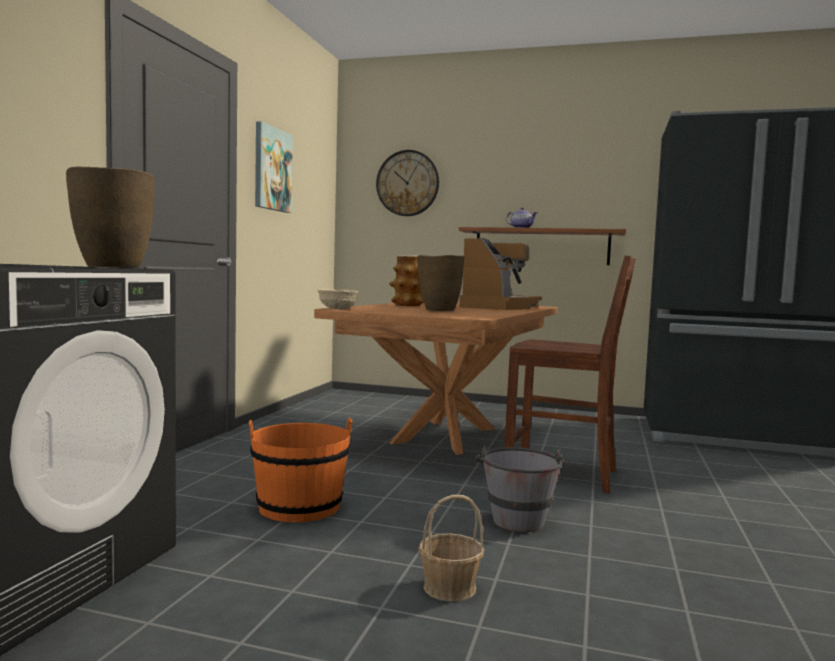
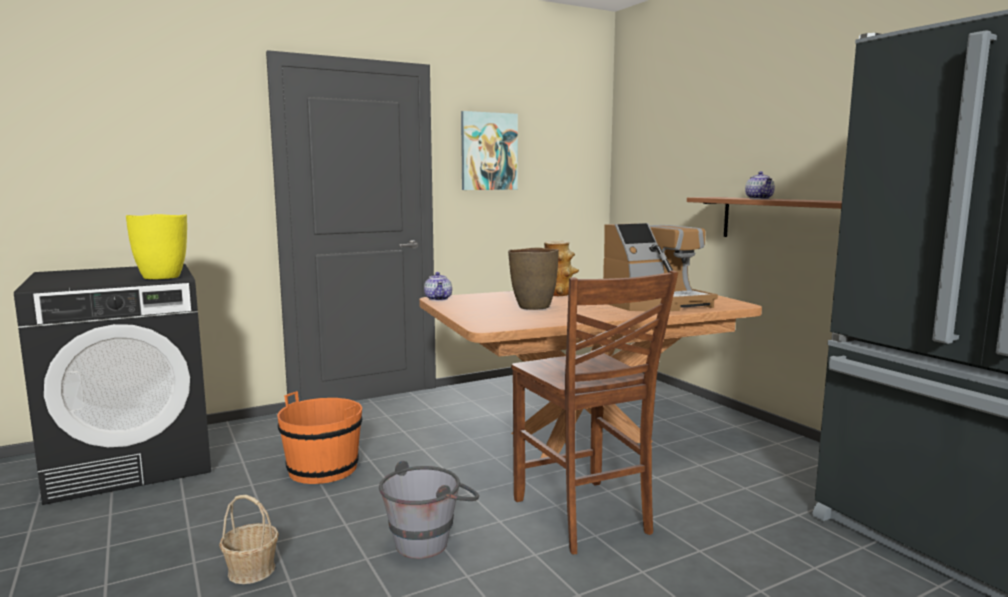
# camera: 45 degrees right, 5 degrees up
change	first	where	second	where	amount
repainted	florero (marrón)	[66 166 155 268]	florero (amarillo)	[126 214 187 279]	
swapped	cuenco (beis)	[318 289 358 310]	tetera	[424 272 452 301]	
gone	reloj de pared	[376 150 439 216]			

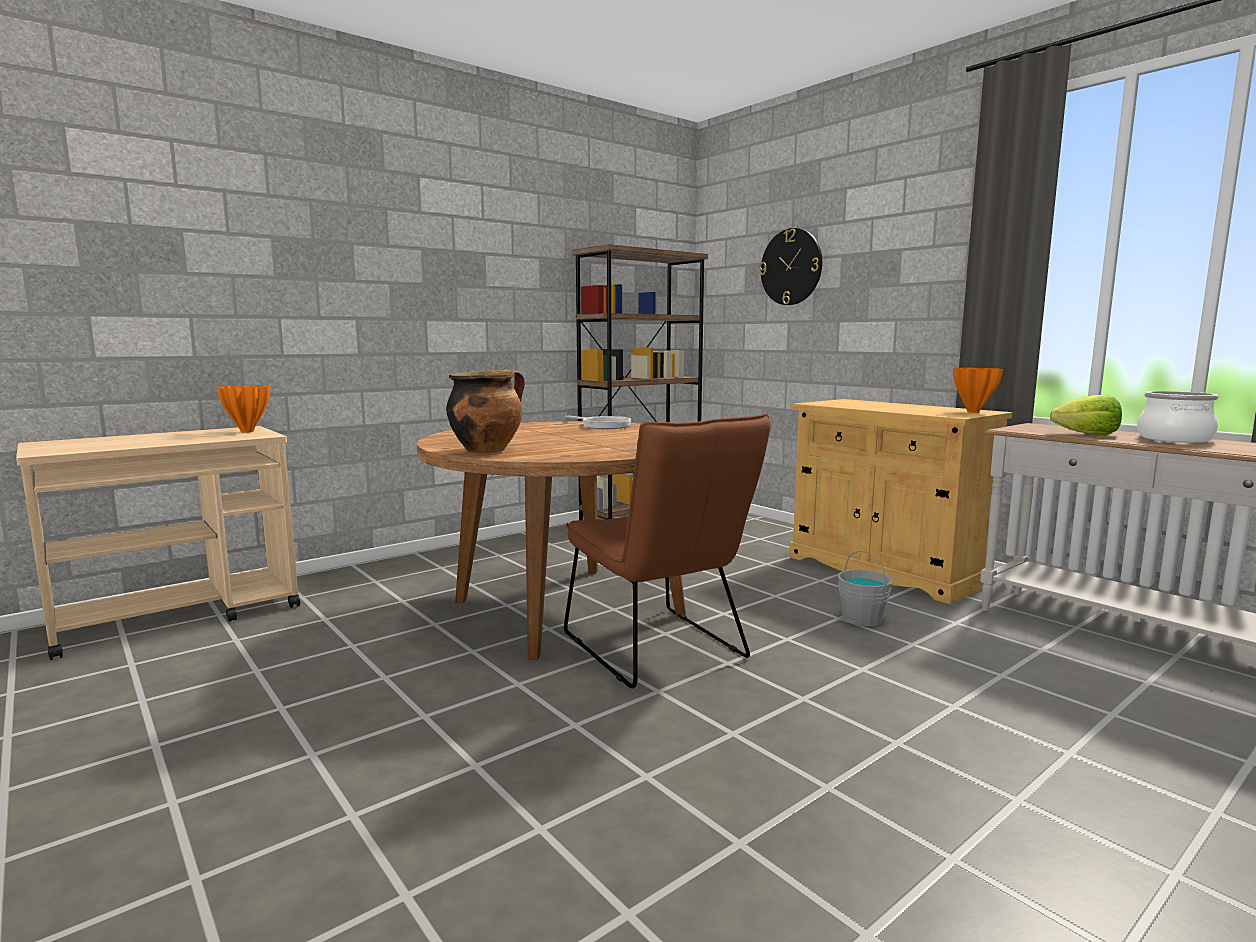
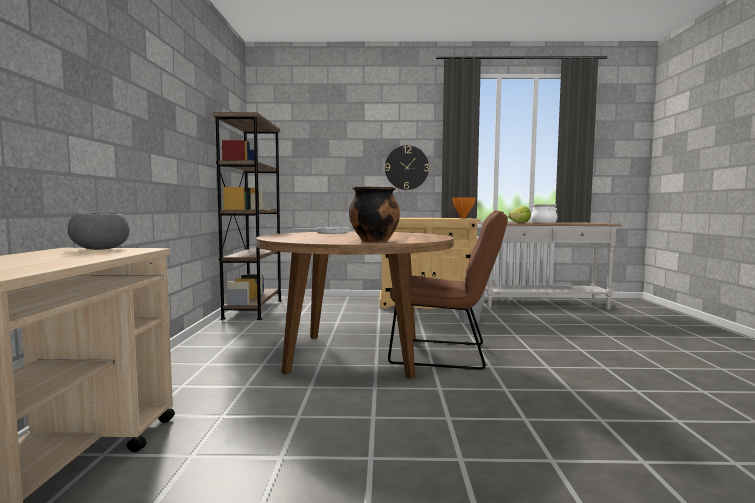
# camera: 50 degrees left, 5 degrees down
change	first	where	second	where	amount
swapped	florero (naranja)	[216 385 270 433]	cuenco (gris)	[68 213 129 250]	
shifted	reloj de pared	[759 228 822 305]		[385 145 429 190]	

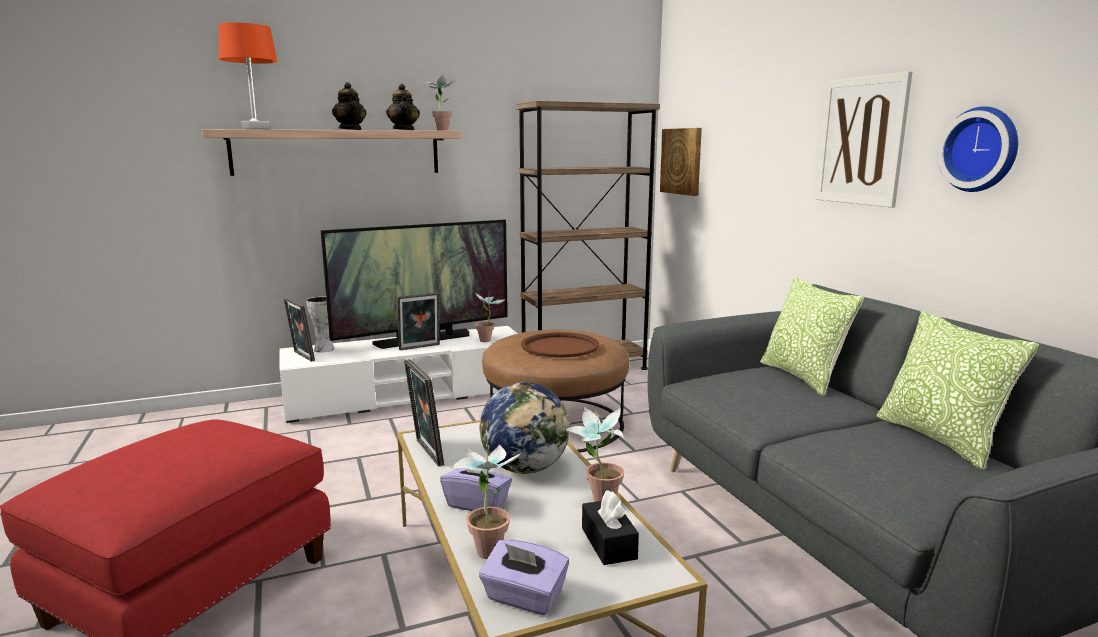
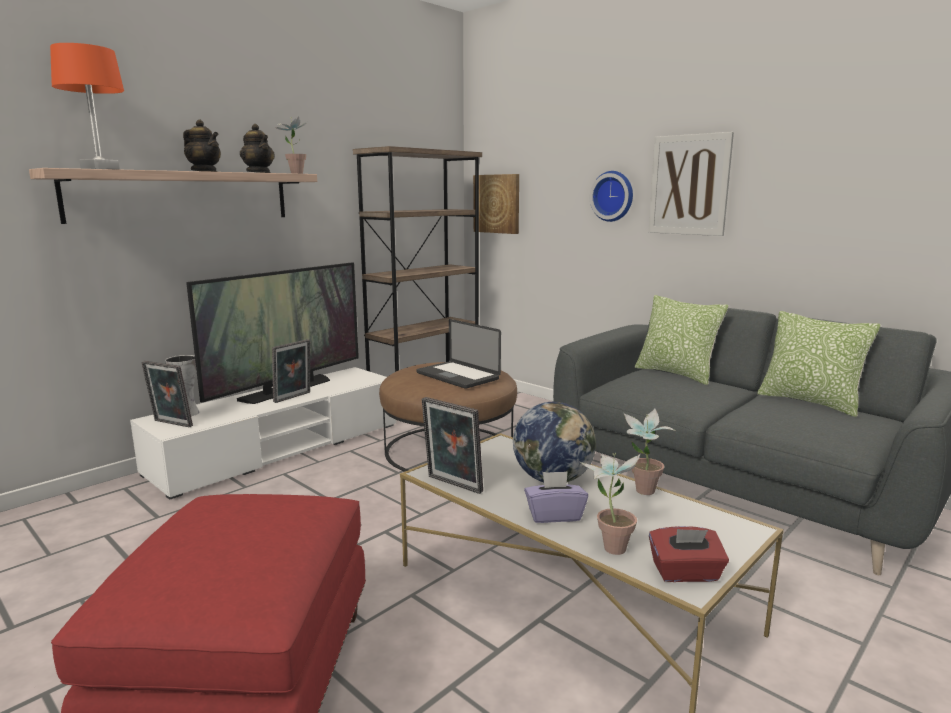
# camera: 25 degrees left, 0 degrees up
change	first	where	second	where	amount
gone	planta en maceta	[475 293 506 342]			
repainted	caja de pañuelos (morado)	[479 539 569 615]	caja de pañuelos (rojo)	[649 526 729 582]	
swapped	bandeja (marrón)	[521 332 599 358]	portátil	[416 319 501 389]	
gone	caja de pañuelos (negro)	[582 490 639 565]			
shifted	reloj de pared	[937 106 1018 192]		[590 171 633 222]	

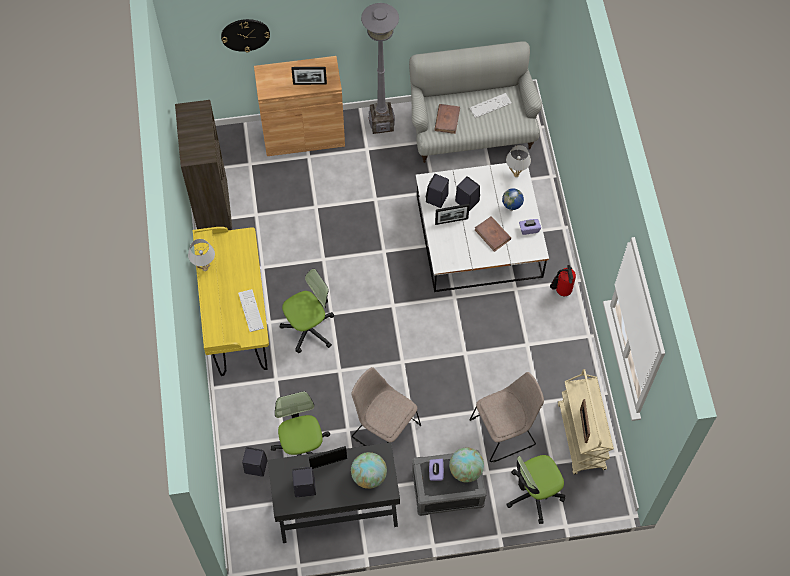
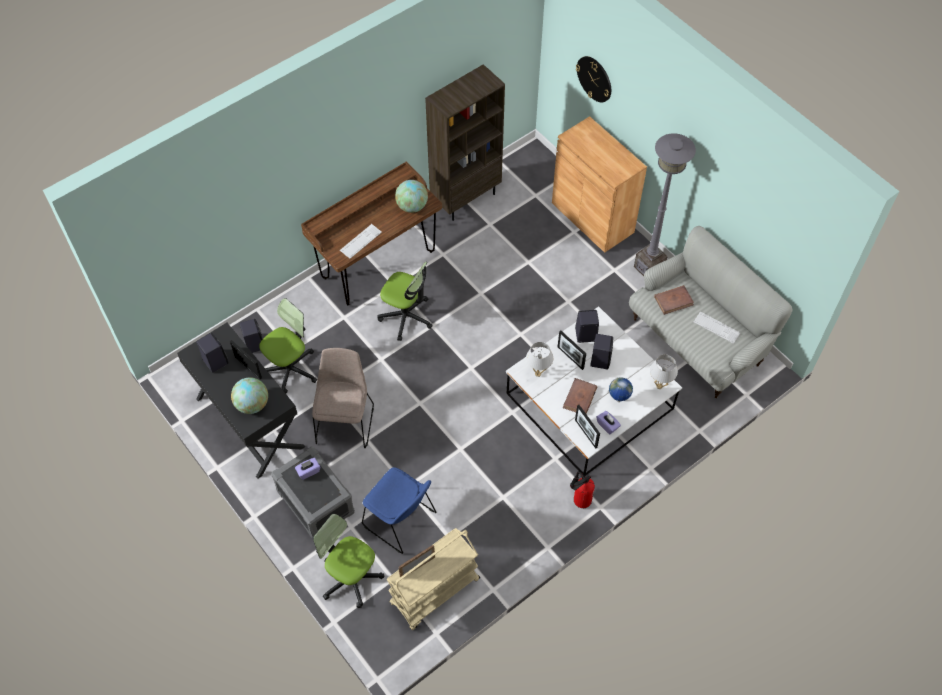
# camera: 60 degrees right, 5 degrees down
change	first	where	second	where	amount
shifted	lámpara de mesa (blanco)	[188 239 215 271]		[526 342 553 377]	
repainted	escritorio (amarillo)	[193 227 269 376]	escritorio (marrón)	[301 161 442 305]	
shifted	portarretratos	[291 67 327 85]		[575 405 600 449]	
shifted	globo terráqueo	[449 448 484 482]		[395 180 428 213]	
repainted	silla (beis)	[469 372 544 462]	silla (azul)	[362 467 436 554]	

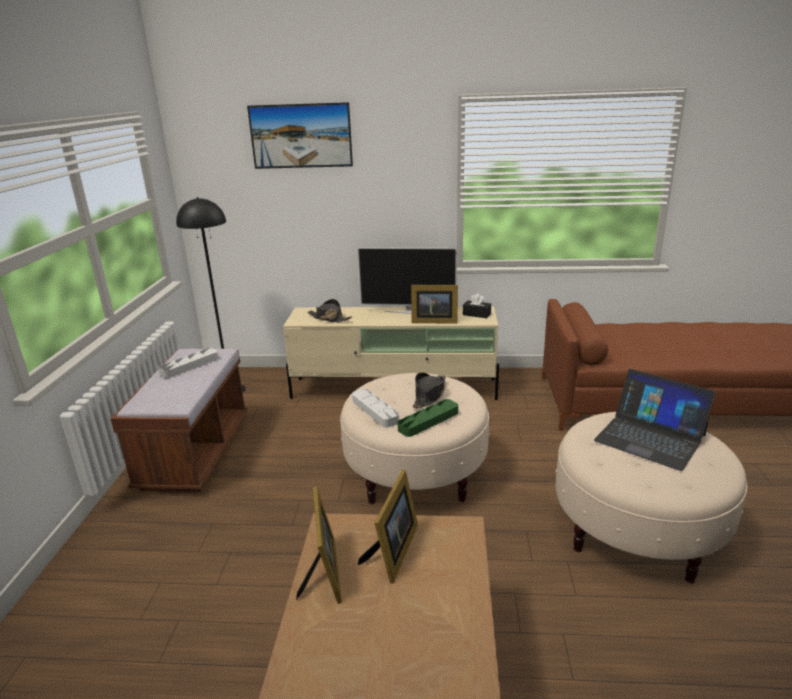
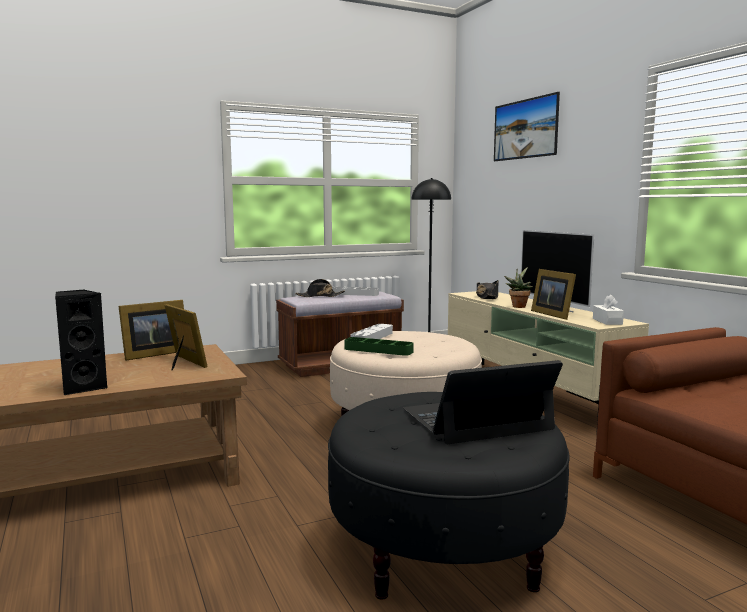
# camera: 60 degrees right, 15 degrees down
change	first	where	second	where	amount
rotated	portarretratos	[358 469 418 583]		[165 304 208 370]	120 degrees counterclockwise
shifted	sombrero (negro)	[412 372 446 408]		[295 279 345 297]	
repainted	caja de pañuelos (negro)	[463 293 491 318]	caja de pañuelos (blanco)	[593 294 624 325]	
repainted	puf (beis)	[556 412 747 583]	puf (negro)	[328 392 570 600]	
rotated	portátil	[594 369 716 471]		[403 360 563 444]	60 degrees clockwise
new			altavoz (negro)	[55 289 107 396]	
new			planta en maceta	[504 267 533 308]	

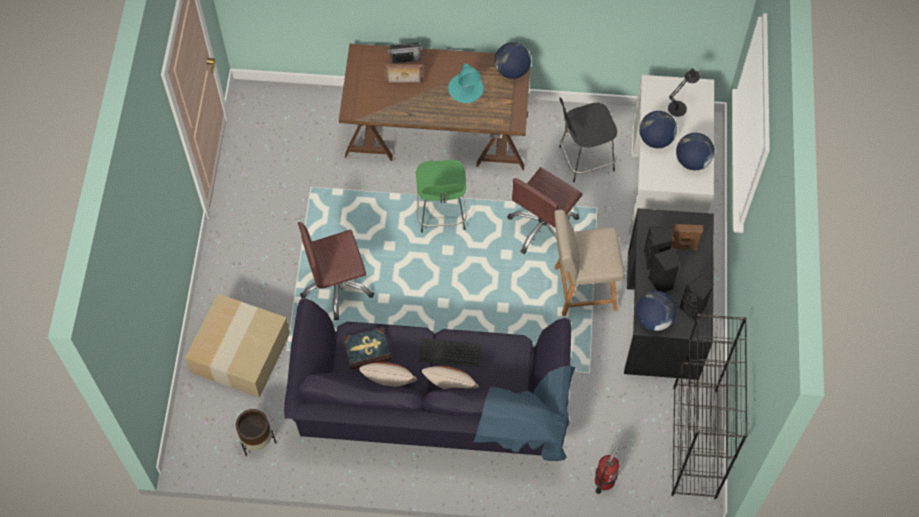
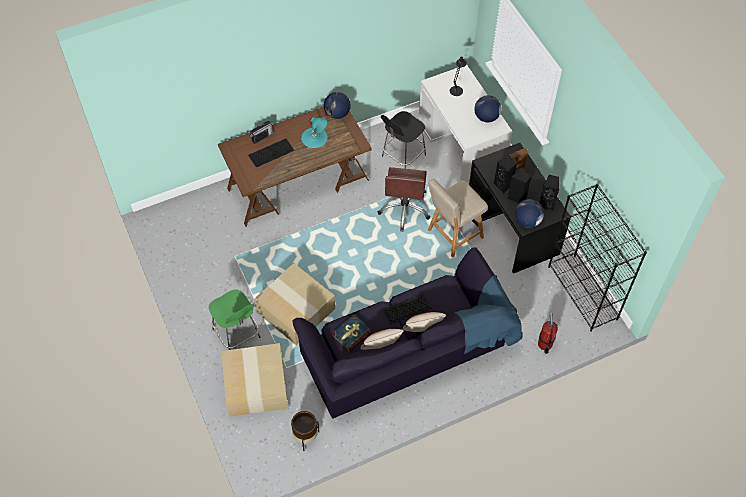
# camera: 30 degrees left, 5 degrees down
change	first	where	second	where	amount
swapped	silla de oficina (marrón)	[298 222 374 320]	caja de cartón	[254 263 335 345]	
swapped	portarretratos	[383 64 424 83]	teclado	[248 139 294 167]	
shifted	taburete (verde)	[416 159 467 233]		[209 289 260 350]	
gone	globo terráqueo	[639 111 677 148]			

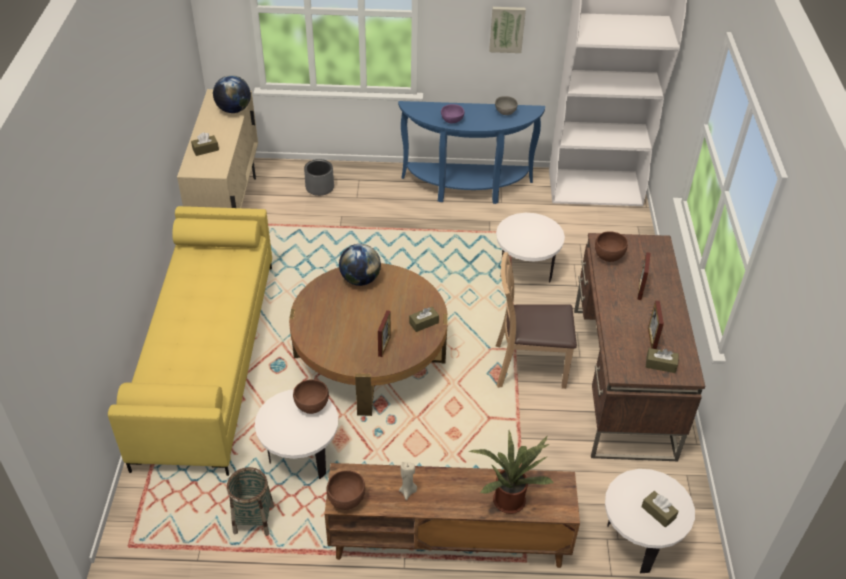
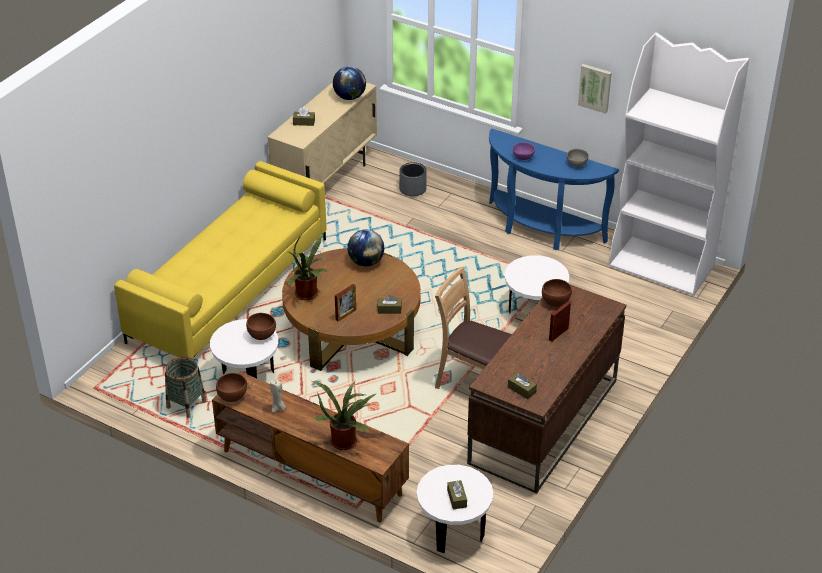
# camera: 30 degrees right, 5 degrees down
change	first	where	second	where	amount
gone	portarretratos	[648 301 664 349]			
new			planta en maceta	[287 233 328 300]	

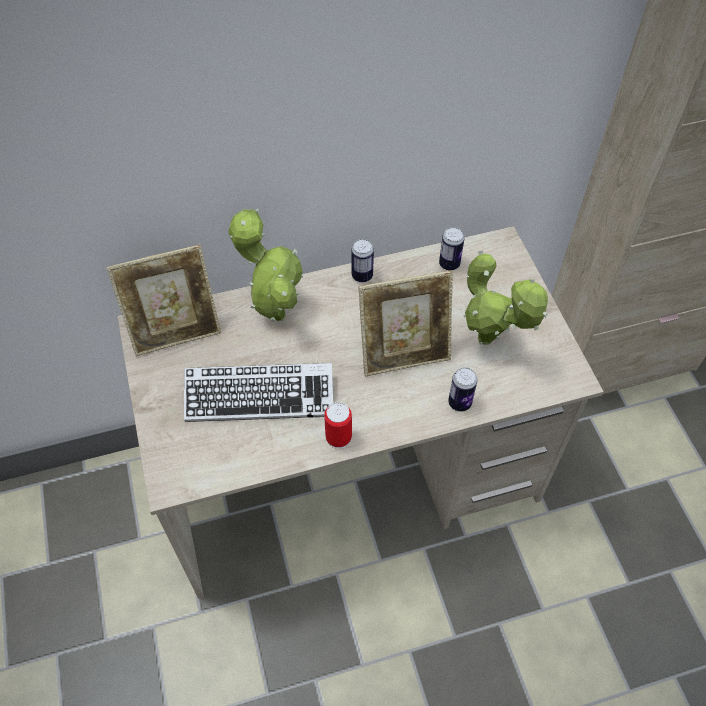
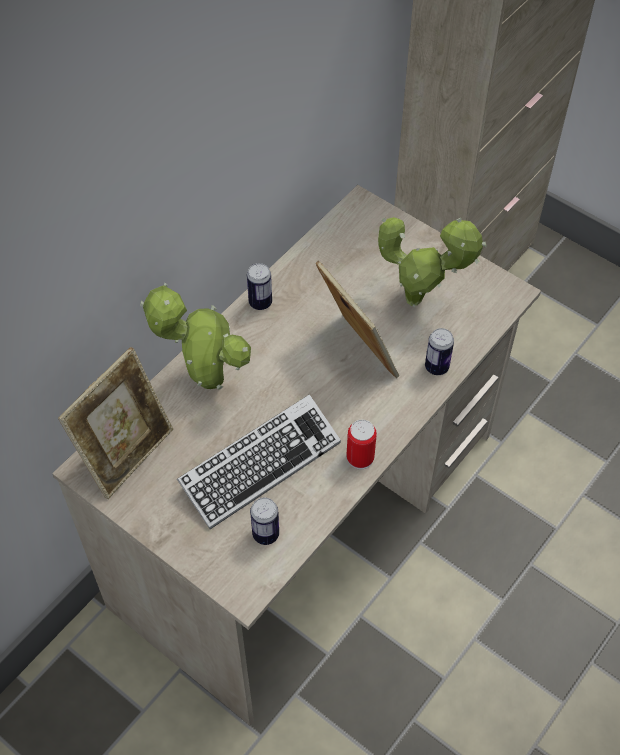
# camera: 35 degrees left, 0 degrees up
change	first	where	second	where	amount
rotated	portarretratos	[359 270 453 376]		[316 261 399 378]	75 degrees counterclockwise
shifted	lata	[439 227 465 270]		[250 498 279 545]	

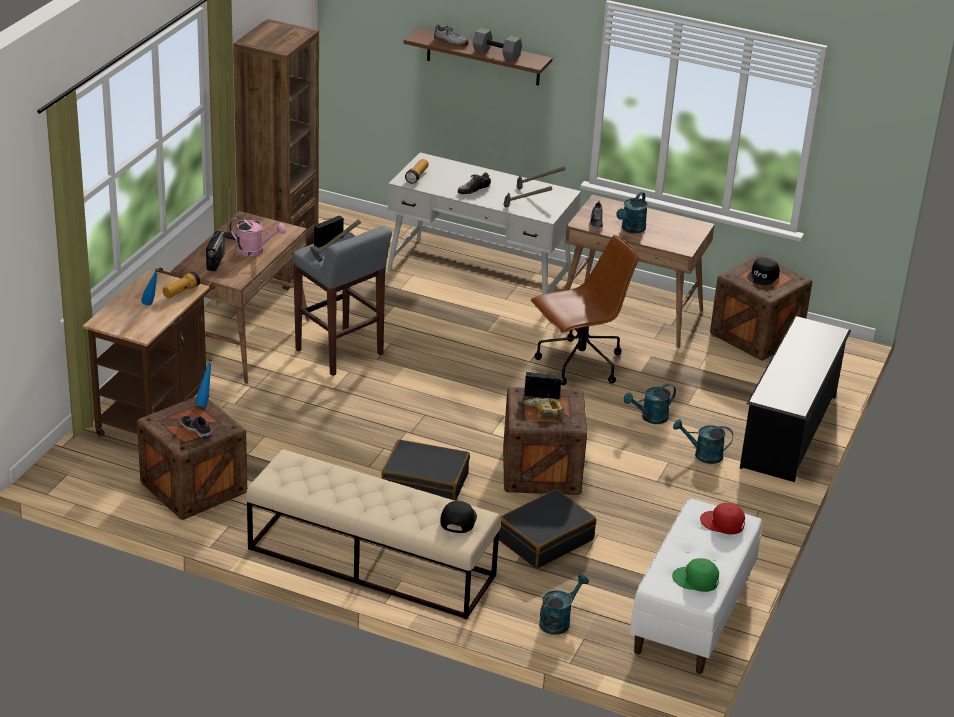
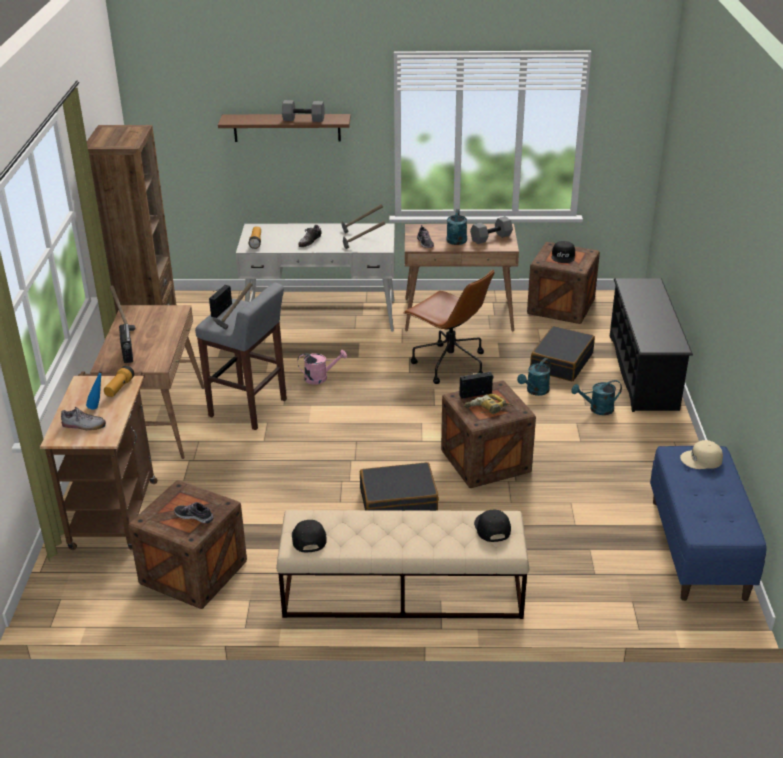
# camera: 20 degrees left, 0 degrees up
change	first	where	second	where	amount
gone	botella (azul)	[195 359 212 407]			
shifted	regadera (rosa)	[229 217 286 256]		[297 350 347 385]	
shifted	zapato	[434 25 469 46]		[61 407 106 430]	
shifted	maleta (negro)	[499 489 596 569]		[530 326 595 381]	
rotated	silla de oficina (marrón)	[531 235 639 385]		[403 269 495 384]	90 degrees clockwise
gone	regadera (turquesa)	[539 574 589 635]			
repainted	banco (blanco)	[630 498 762 674]	banco (azul)	[650 446 767 601]	
gone	gorra (verde)	[672 558 719 592]			
repainted	gorra (rojo)	[700 503 745 534]	gorra (beis)	[680 440 723 469]	
new			gorra (negro)	[292 520 327 552]	
new			mancuerna (gris)	[470 216 513 244]	

